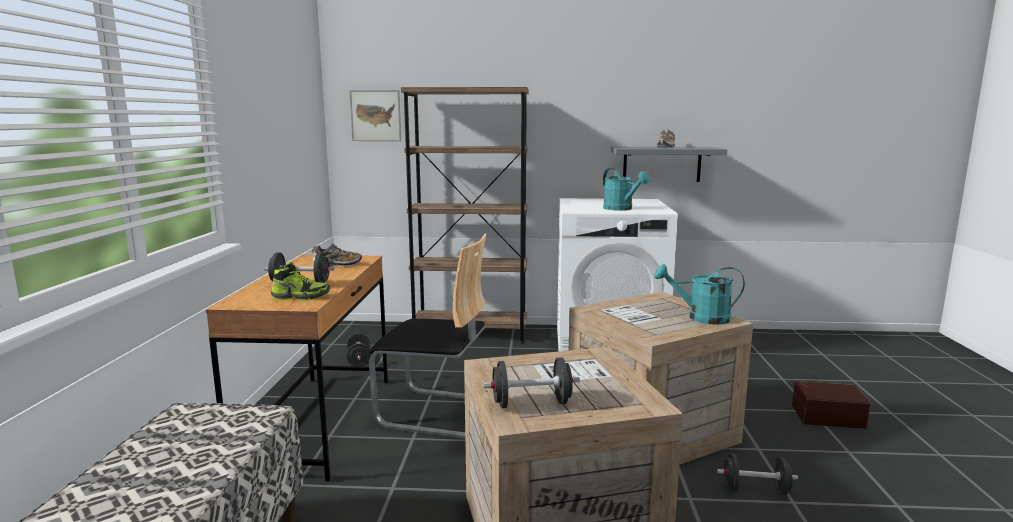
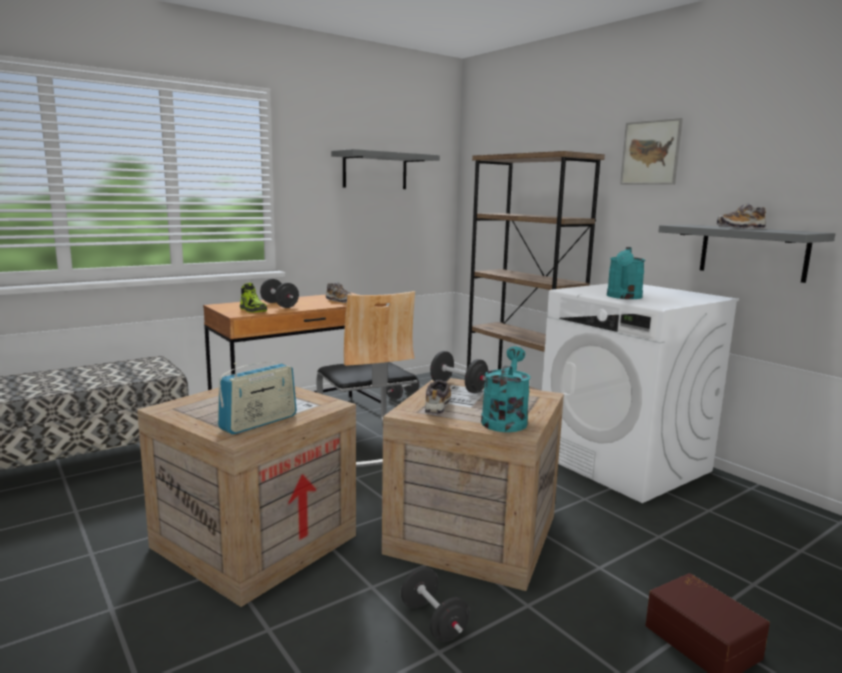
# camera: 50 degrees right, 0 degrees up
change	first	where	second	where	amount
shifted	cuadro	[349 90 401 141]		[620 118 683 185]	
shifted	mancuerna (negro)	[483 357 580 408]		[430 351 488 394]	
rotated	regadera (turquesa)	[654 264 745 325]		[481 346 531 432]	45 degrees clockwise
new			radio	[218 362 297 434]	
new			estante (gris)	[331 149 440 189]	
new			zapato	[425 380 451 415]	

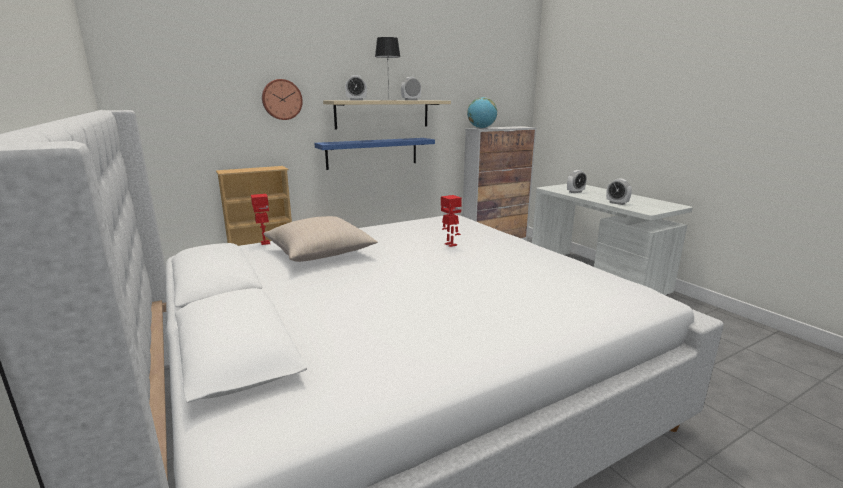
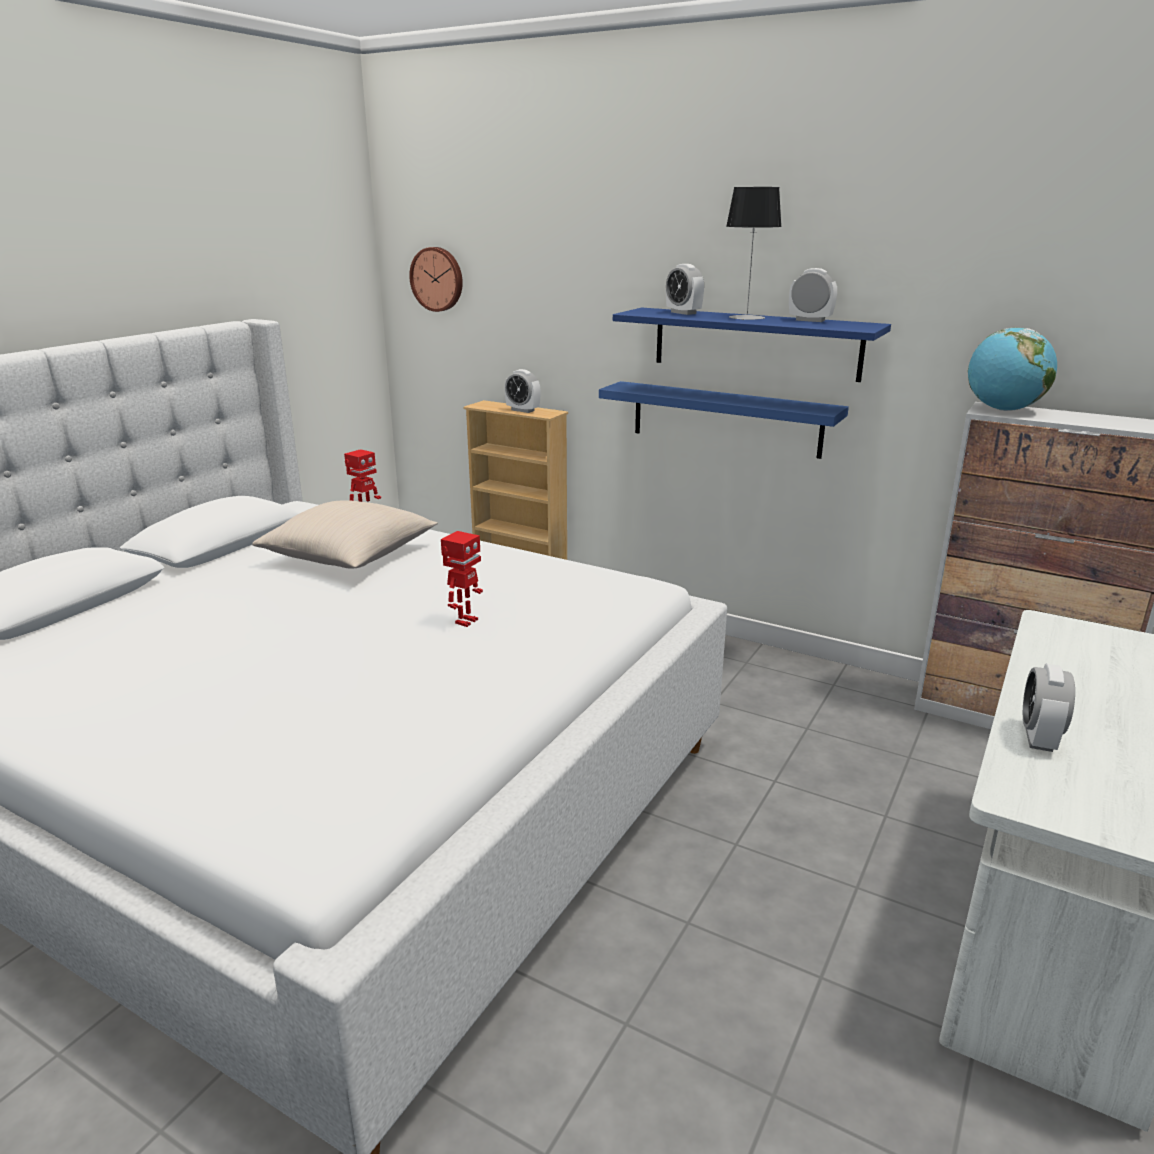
# camera: 60 degrees right, 5 degrees up
change	first	where	second	where	amount
shifted	reloj de pared	[262 79 303 120]		[409 247 463 312]	
repainted	estante (beis)	[323 101 451 129]	estante (azul)	[613 308 891 382]	
shifted	despertador	[567 170 587 193]		[504 369 541 413]	

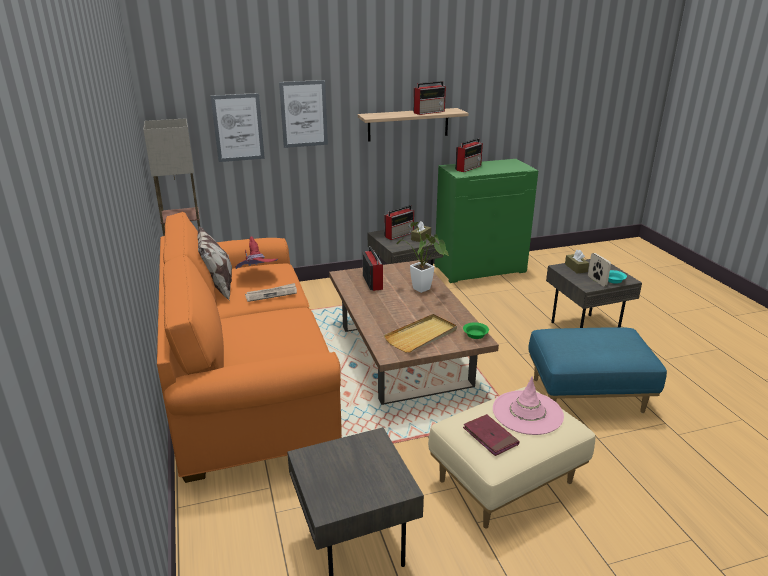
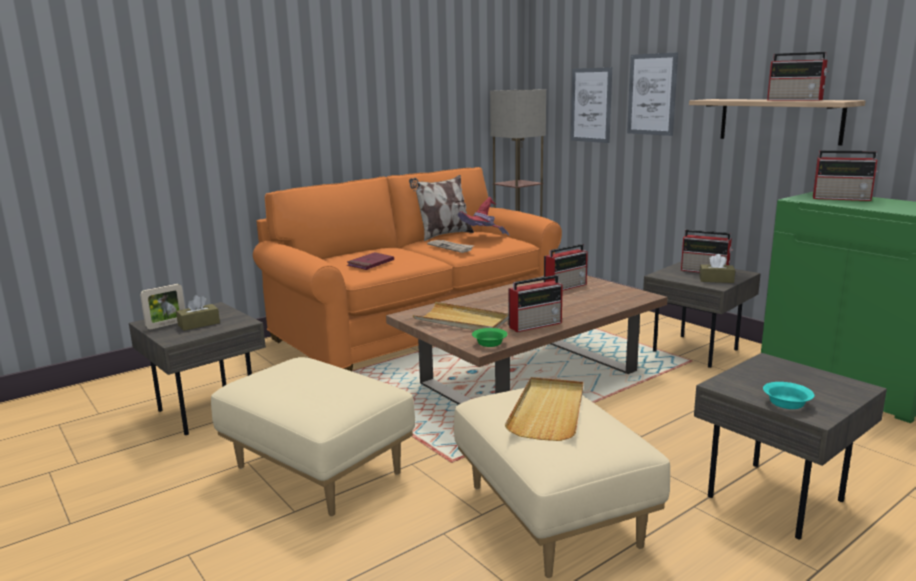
# camera: 70 degrees right, 10 degrees down
change	first	where	second	where	amount
gone	planta en maceta	[396 222 449 293]			
shifted	libro (rojo)	[463 414 520 456]		[347 252 394 270]	
gone	sombrero (rosa)	[493 377 564 435]			
repainted	puf (azul)	[528 327 667 413]	puf (beis)	[454 388 670 578]	
shifted	caja de pañuelos (marrón)	[565 250 589 274]		[176 295 220 331]	
shifted	portarretratos	[588 253 611 286]		[140 284 185 329]	
new			bandeja (beis)	[505 377 583 441]	
new			radio	[509 275 563 332]	

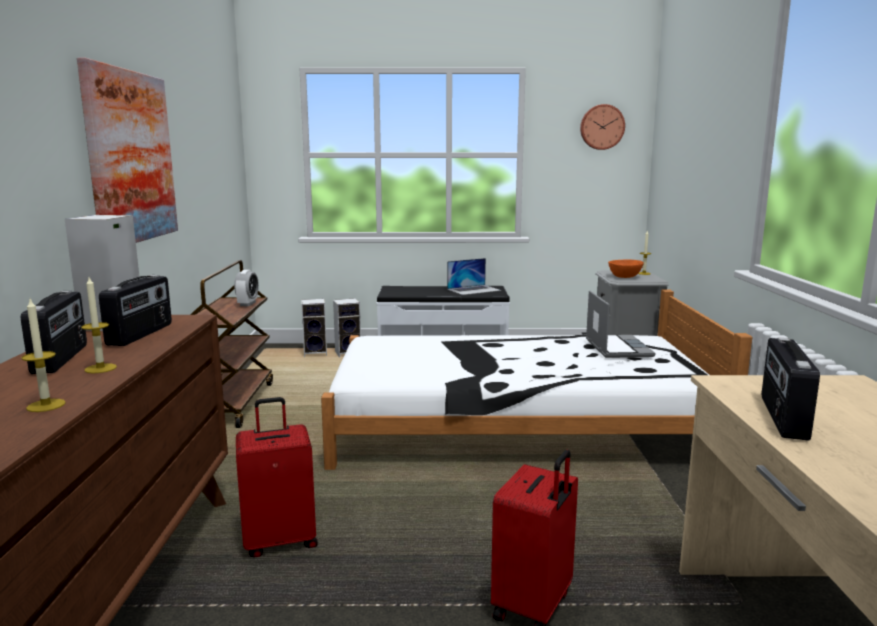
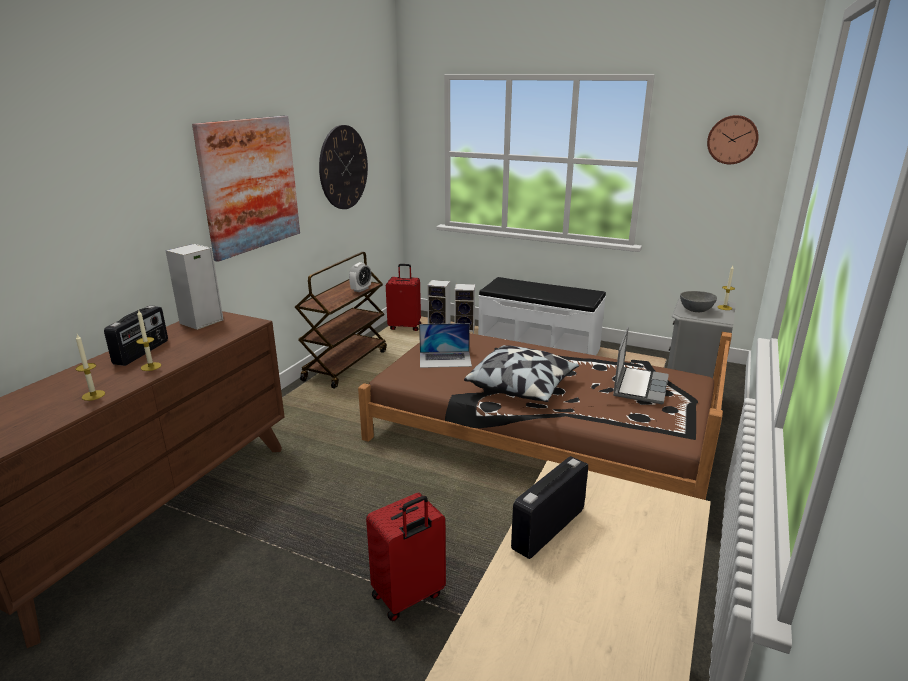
# camera: 25 degrees right, 10 degrees up
change	first	where	second	where	amount
gone	radio	[99 275 172 346]			
shifted	maleta (rojo)	[236 397 318 558]		[386 264 421 331]	
repainted	cama (blanco)	[321 289 752 470]	cama (marrón)	[358 332 732 500]	
shifted	portátil	[447 258 501 295]		[419 323 472 368]	
repainted	cuenco (naranja)	[608 259 644 278]	cuenco (gris)	[680 291 717 312]	
new			reloj de pared	[319 125 368 209]	
new			cojín	[464 345 579 402]	

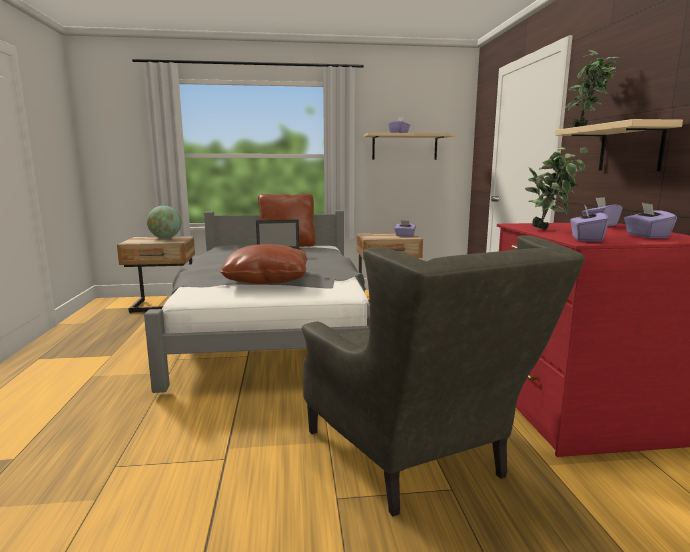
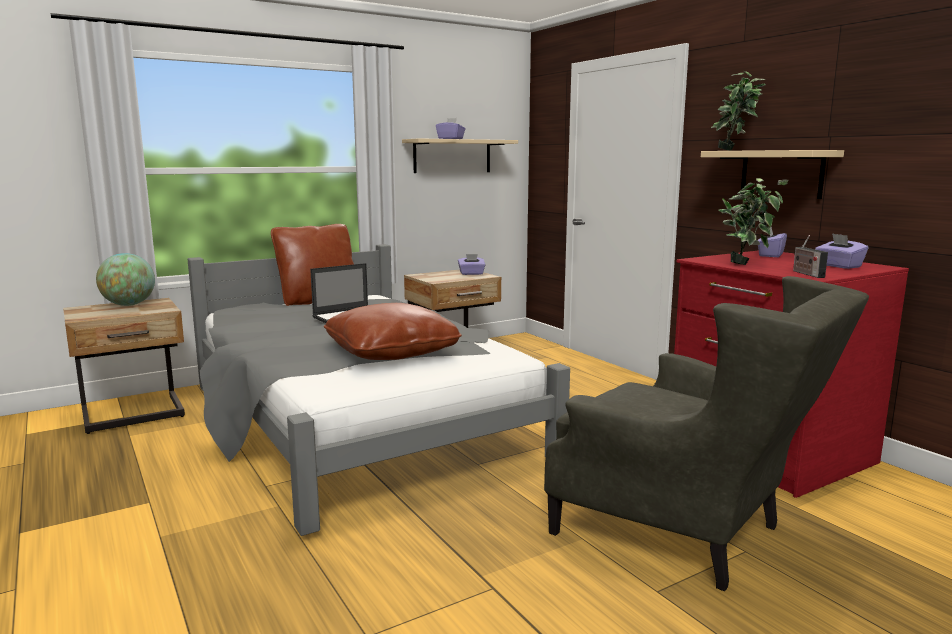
# camera: 25 degrees left, 0 degrees up
change	first	where	second	where	amount
swapped	caja de pañuelos (morado)	[570 205 609 242]	radio	[793 235 828 278]	

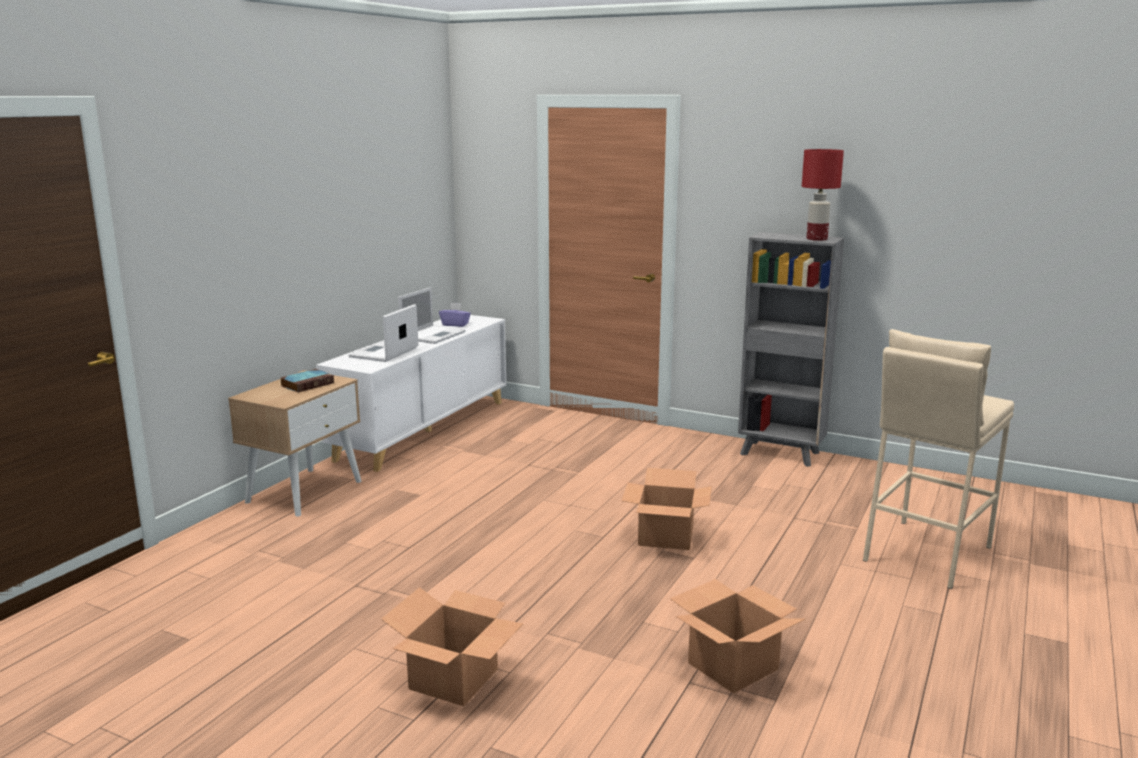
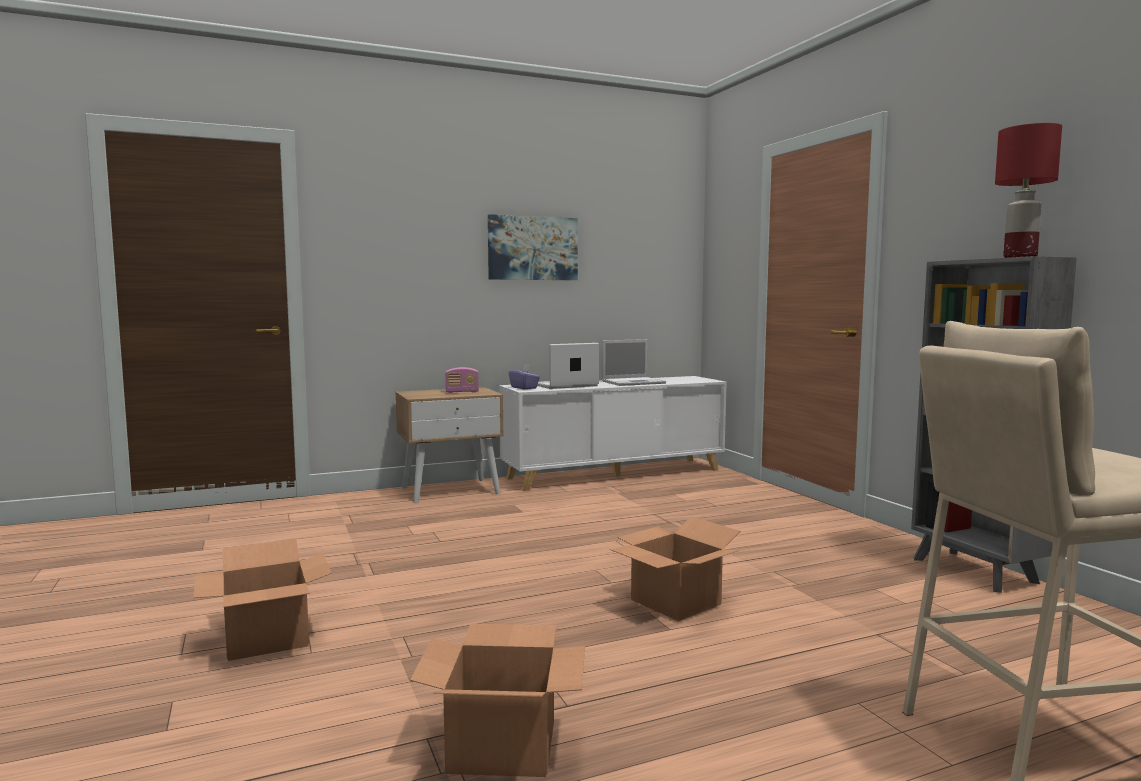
# camera: 40 degrees right, 10 degrees down
change	first	where	second	where	amount
swapped	libro	[280 369 334 393]	radio	[446 367 479 393]	
shifted	caja de pañuelos (morado)	[439 303 471 327]		[509 364 540 389]	
new			cuadro	[488 214 578 280]	

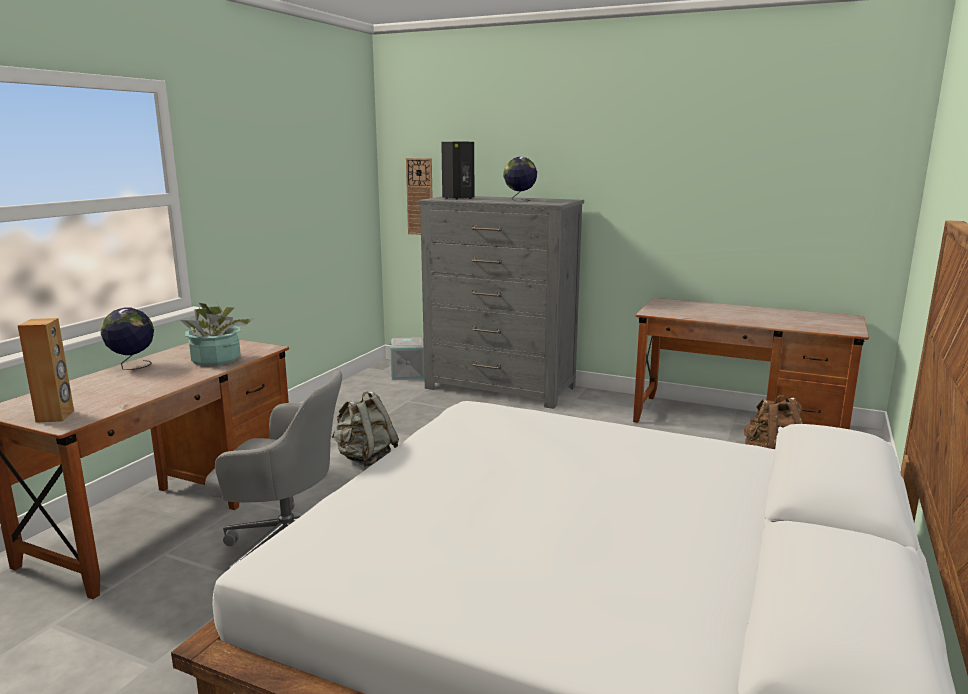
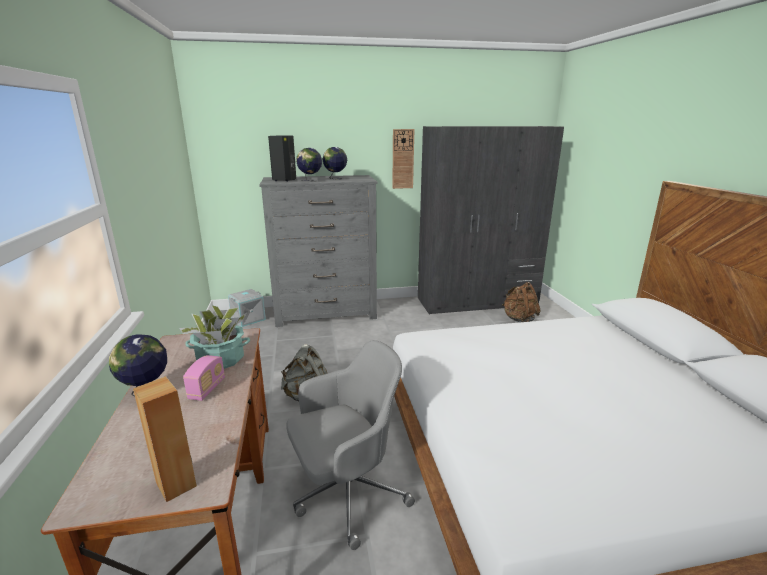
# camera: 35 degrees left, 5 degrees up
change	first	where	second	where	amount
shifted	reloj de pared	[406 158 433 235]		[392 129 414 189]	
swapped	escritorio	[633 298 869 429]	armario ropero (gris)	[418 126 564 314]	
new			radio	[183 355 225 401]	
new			globo terráqueo	[296 148 322 182]	

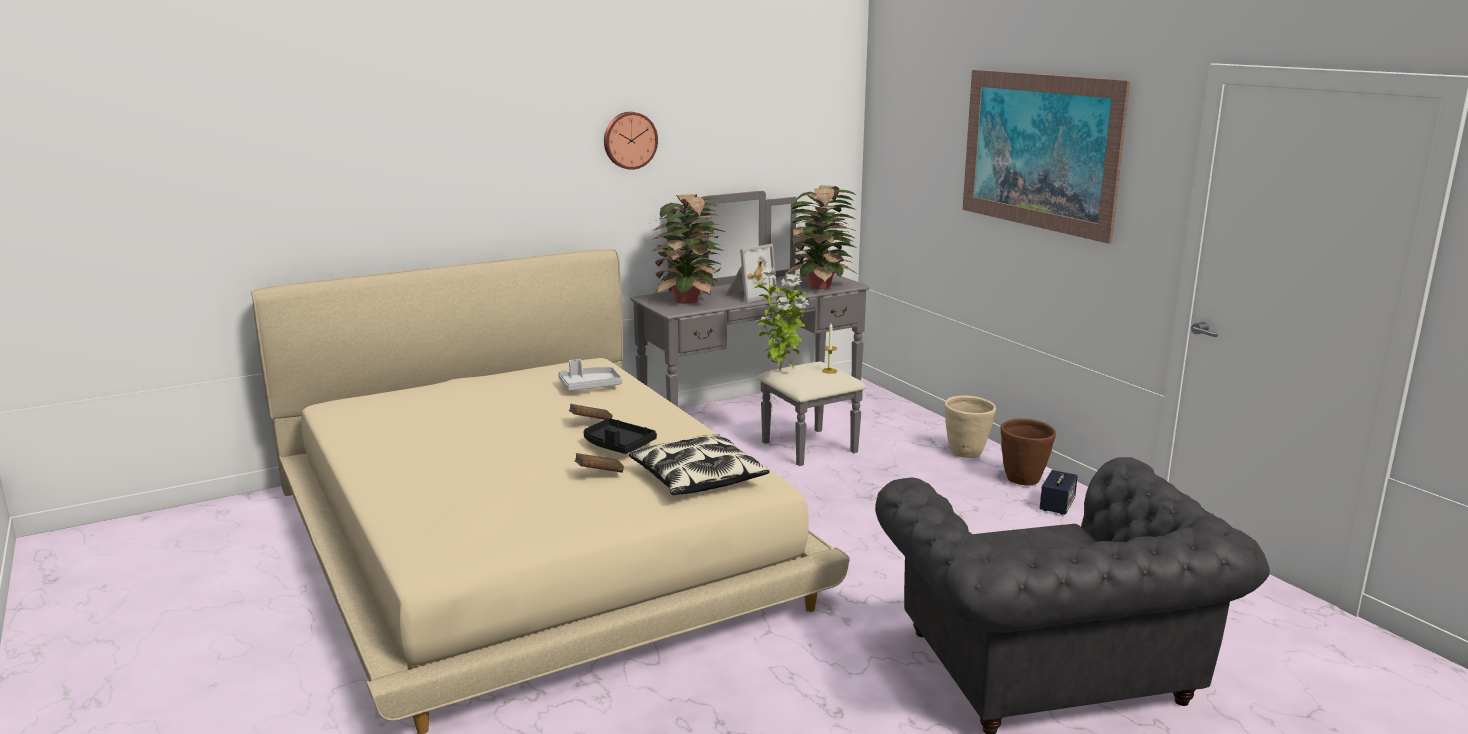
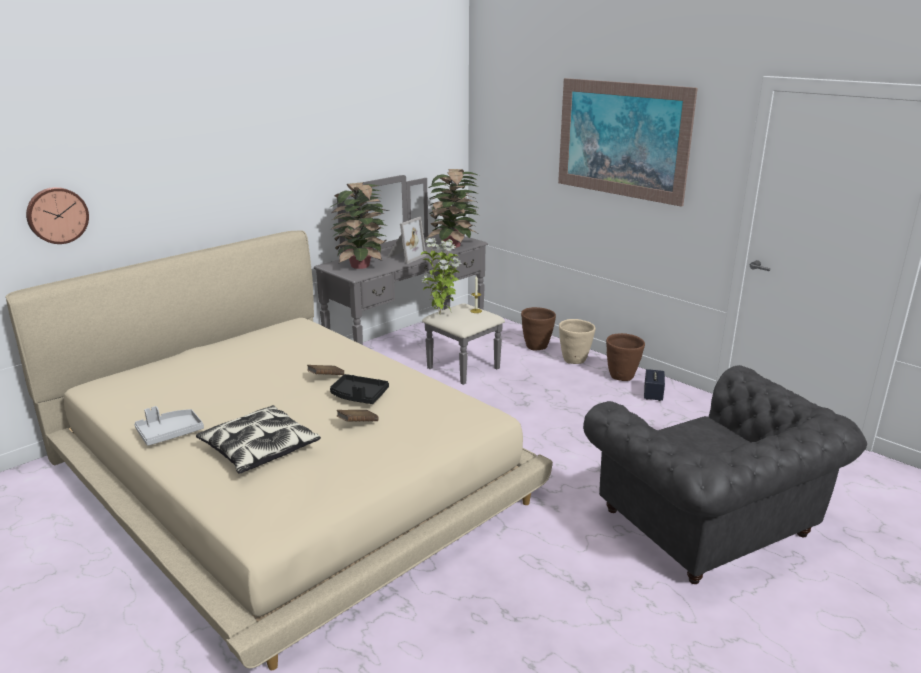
# camera: 15 degrees left, 5 degrees up
change	first	where	second	where	amount
shifted	bandeja (gris)	[558 359 622 391]		[134 406 204 446]	
shifted	reloj de pared	[604 112 658 170]		[26 187 89 244]	
shifted	cojín	[629 435 770 495]		[196 405 321 474]	
new			maceta (marrón)	[521 307 556 351]	

